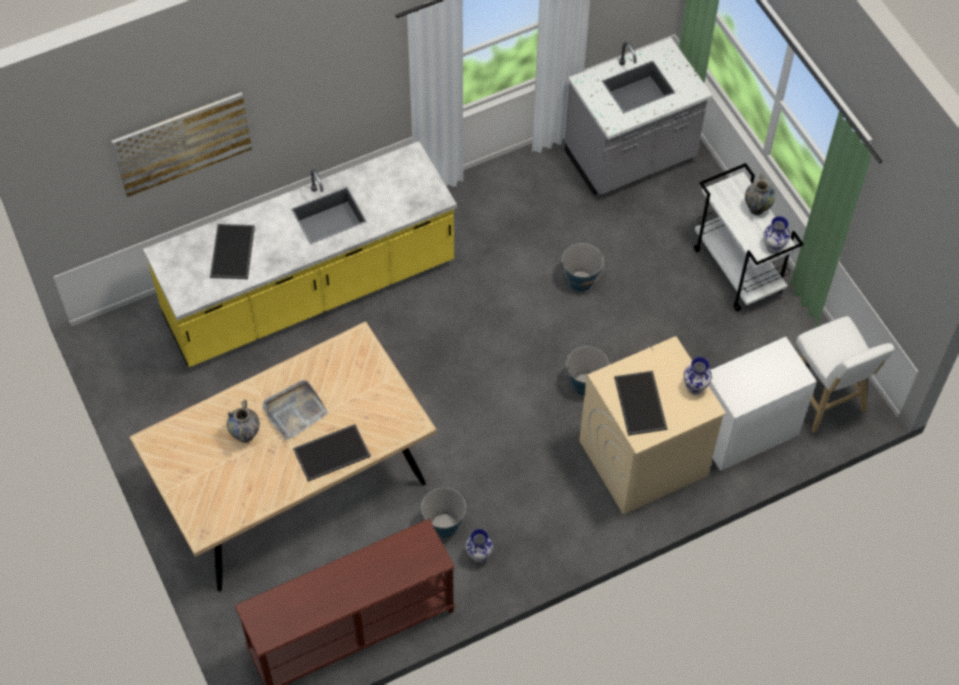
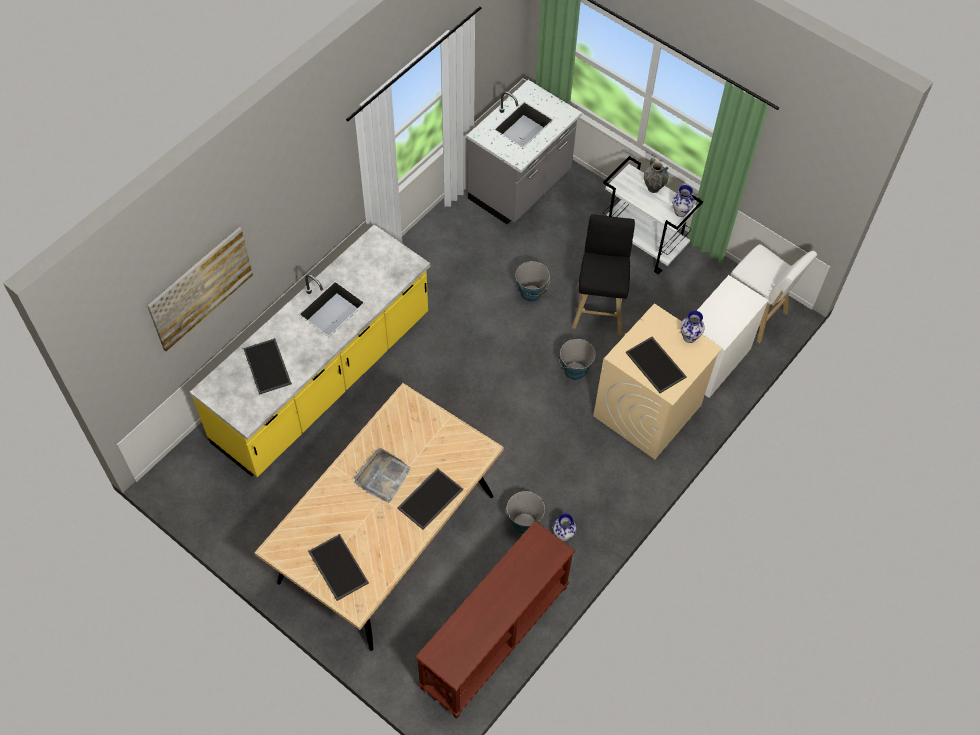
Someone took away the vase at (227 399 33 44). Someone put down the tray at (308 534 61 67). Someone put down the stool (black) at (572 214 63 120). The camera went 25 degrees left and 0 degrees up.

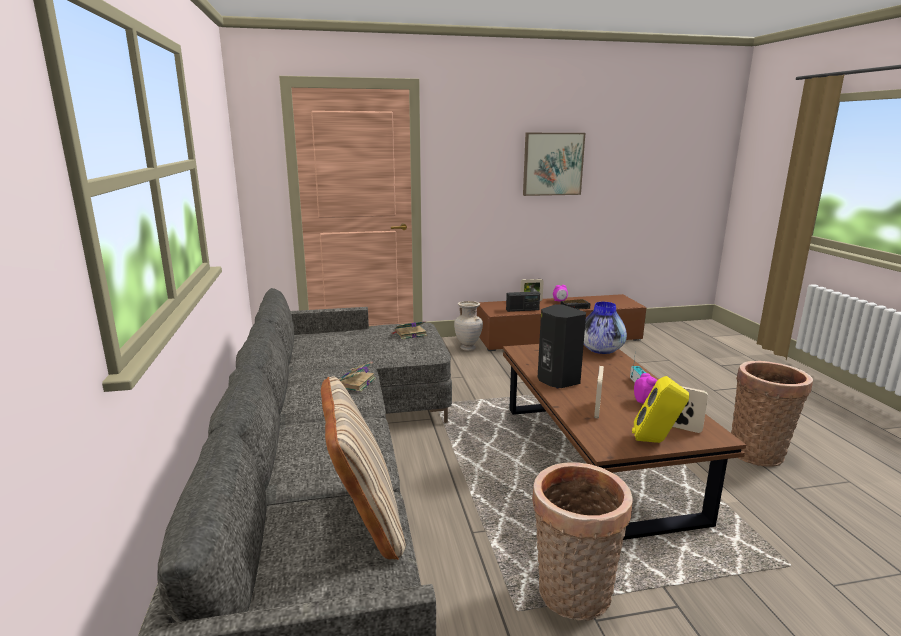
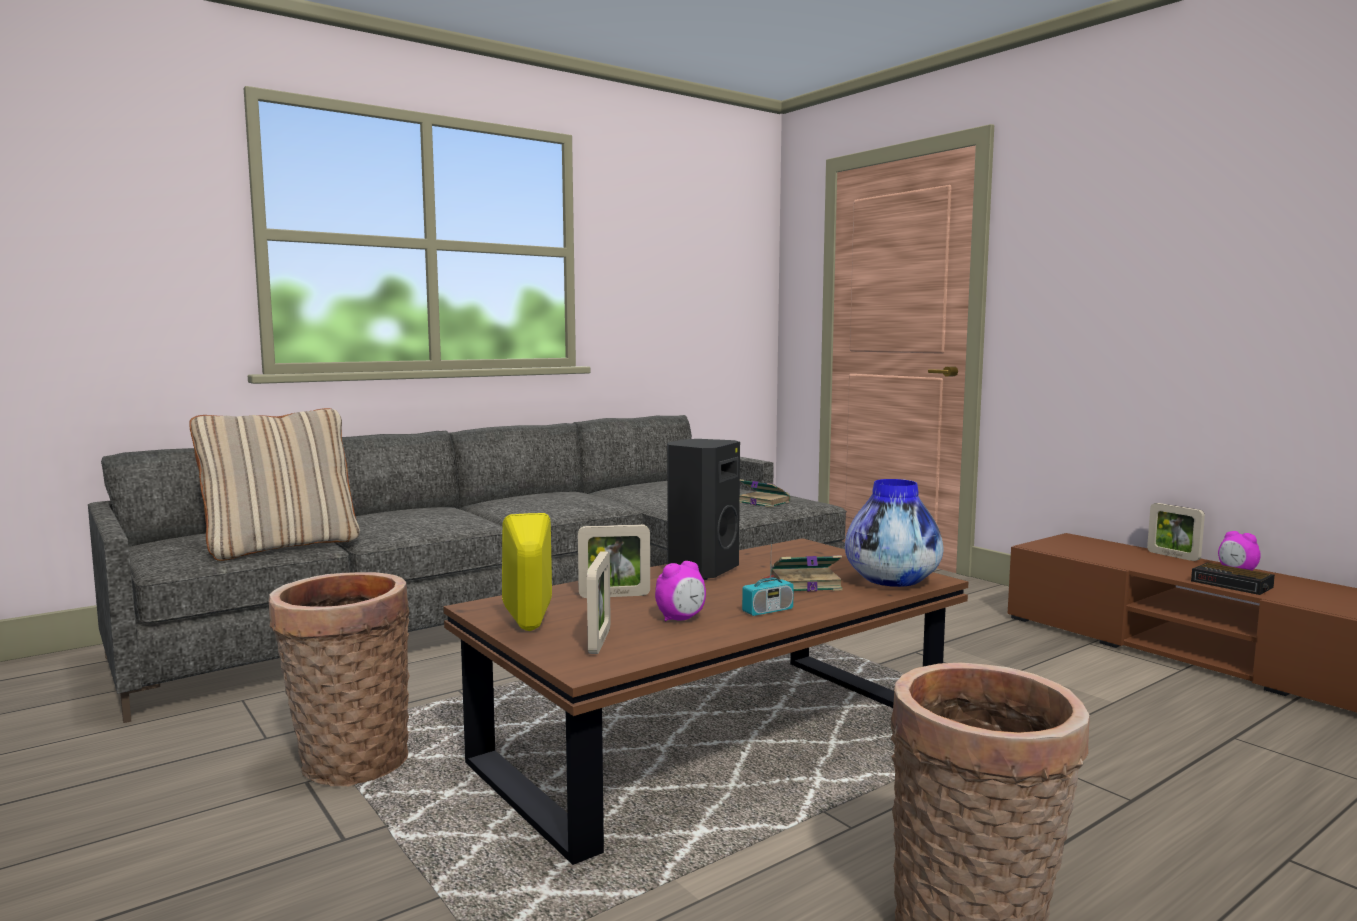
Someone took away the vase (beige) at (454 301 29 50). Someone took away the radio at (506 291 34 21). Someone took away the picture at (523 133 62 63). Someone carried the book from (339 361 37 31) to (761 555 82 36). The camera went 65 degrees right and 10 degrees down.

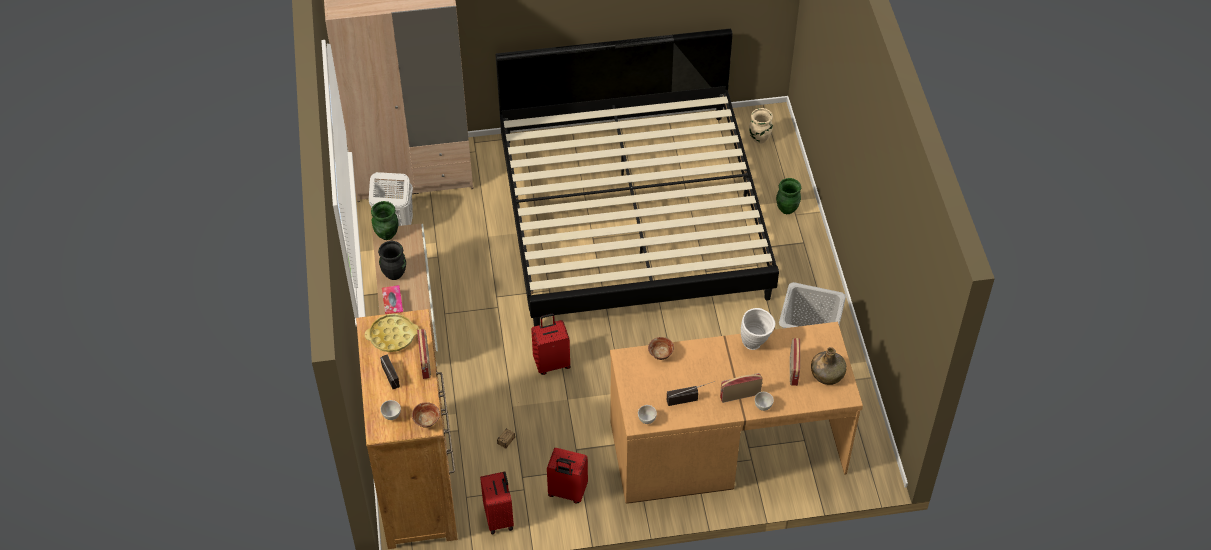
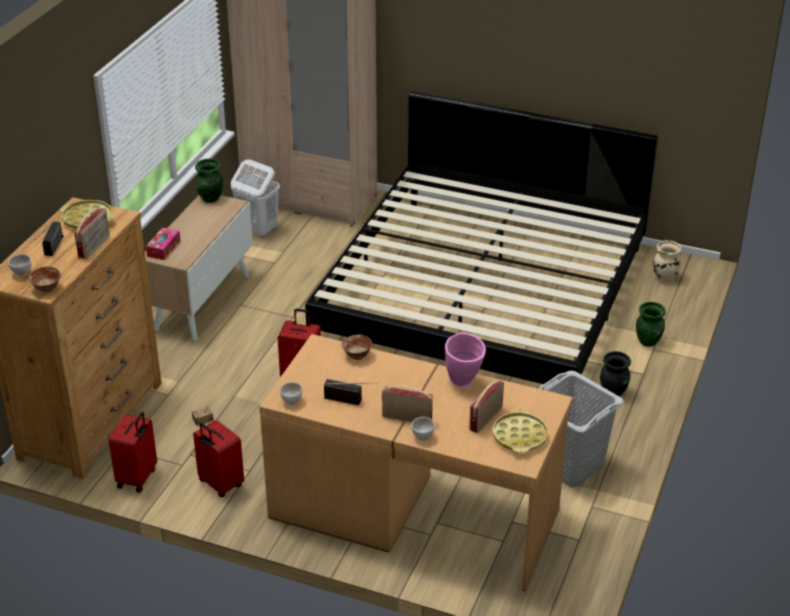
Someone carried the vase (black) from (378 241 28 39) to (600 351 31 46). Someone swapped the bottle (green) at (811 347 36 38) for the tray (yellow) at (493 409 55 44). Someone repainted the vase (white) at (741 308 34 42), which became the vase (pink) at (445 333 41 54). The camera went 30 degrees right and 15 degrees down.

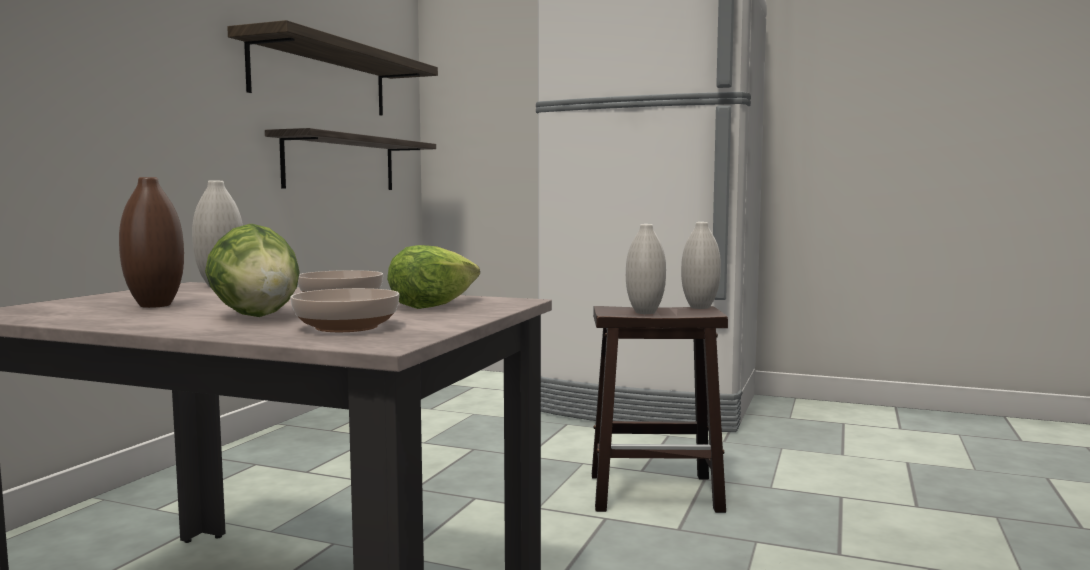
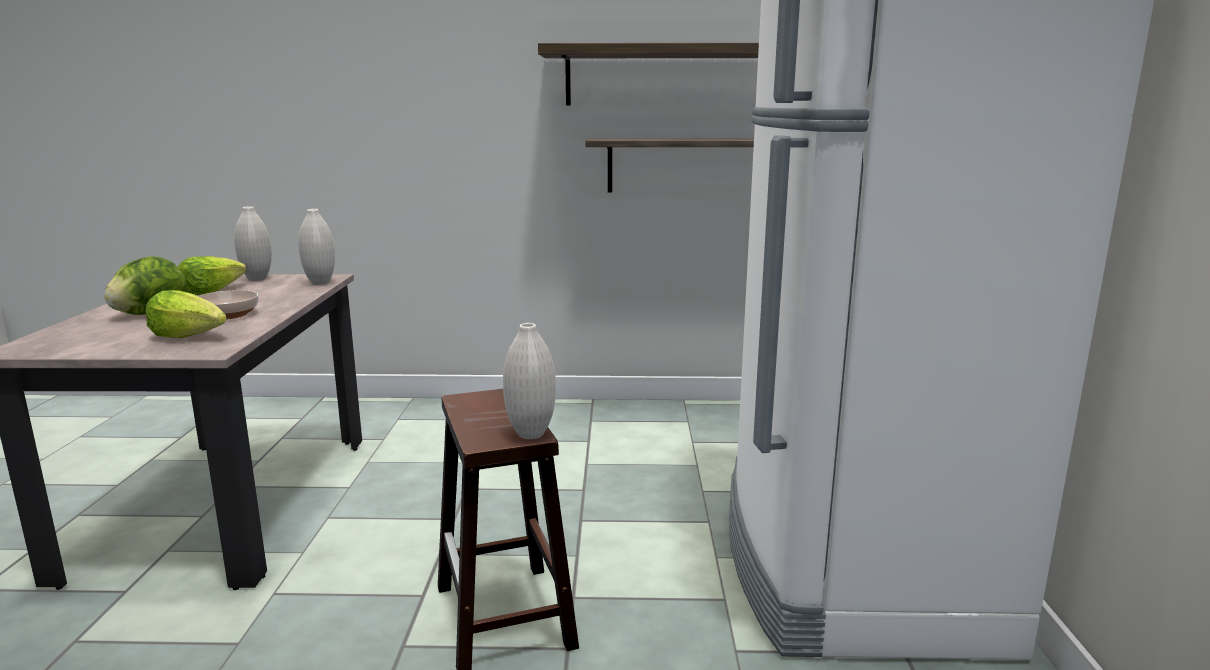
Someone took away the bowl at (290 288 110 44). Someone carried the vase (white) from (626 224 40 90) to (234 206 38 75). Someone swapped the vase (brown) at (119 177 65 131) for the lettuce at (178 256 68 39). The camera went 70 degrees right and 10 degrees up.

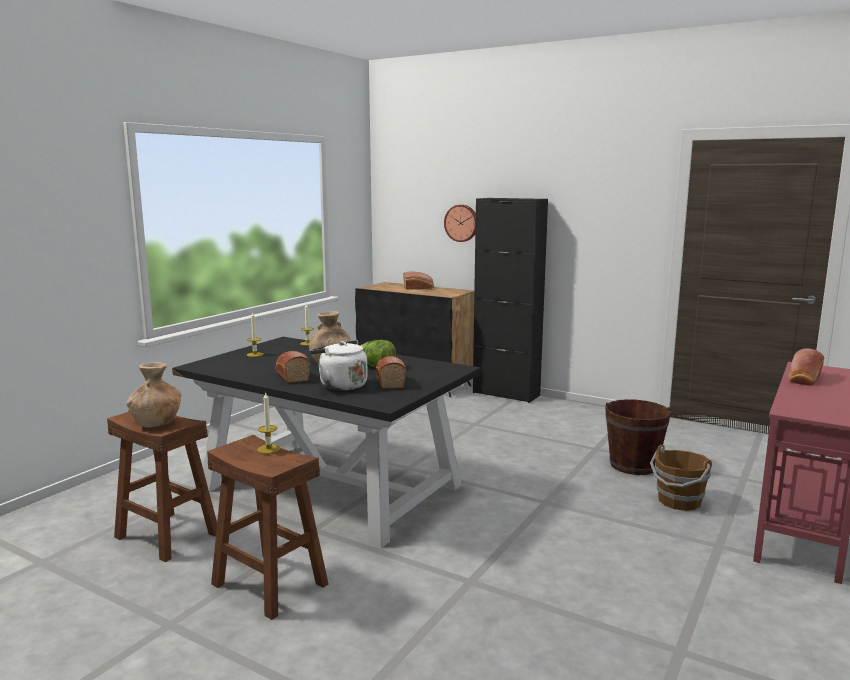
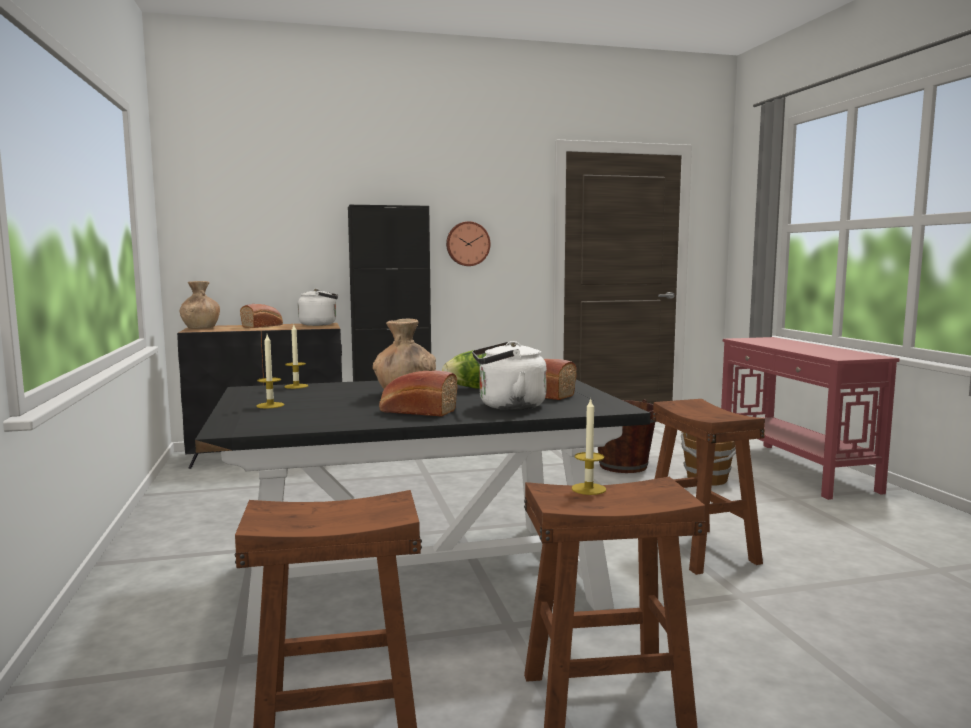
Someone took away the bread at (788 348 36 38). Someone put down the kettle (white) at (298 288 40 38). Someone put down the stool (brown) at (653 399 112 176). Someone carried the vase (brown) from (126 362 56 66) to (179 281 41 48). Someone carried the wall clock from (444 205 32 37) to (446 221 44 45). The camera went 45 degrees left and 5 degrees down.

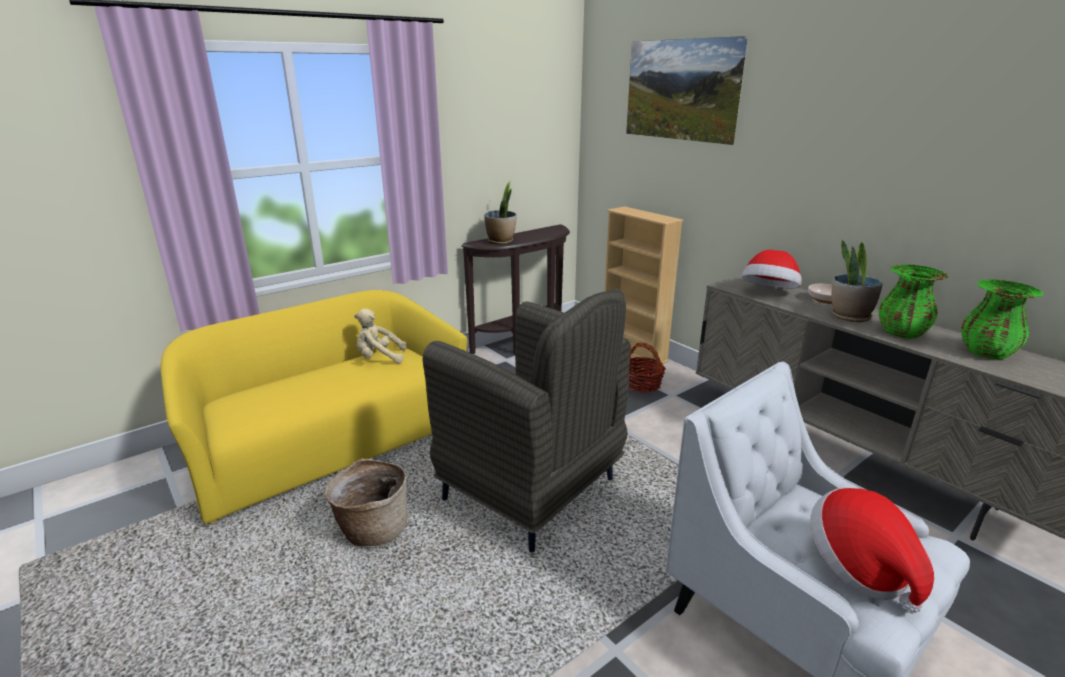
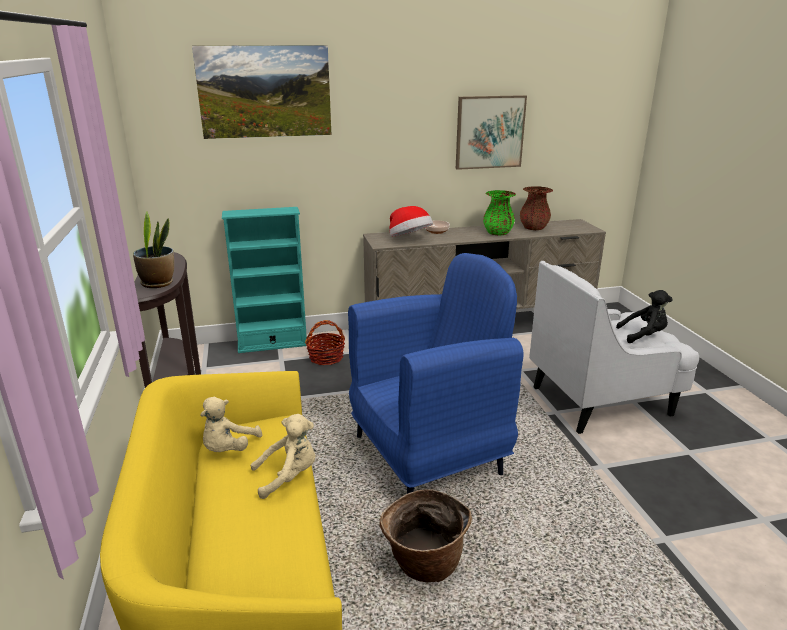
Someone took away the potted plant at (832 240 51 82). Someone put down the plush toy (beige) at (250 414 66 85). Someone put up the picture at (456 95 71 75). Someone swapped the hat at (810 488 124 126) for the plush toy (black) at (616 290 57 53). Someone repainted the armchair (grey) at (423 289 208 263), which became the armchair (blue) at (348 253 176 241). Someone repainted the bookcase (beige) at (605 206 78 162), which became the bookcase (turquoise) at (222 207 85 146). Someone repainted the vase (green) at (961 279 83 81), which became the vase (brown) at (520 186 33 44). The camera went 65 degrees left and 0 degrees up.

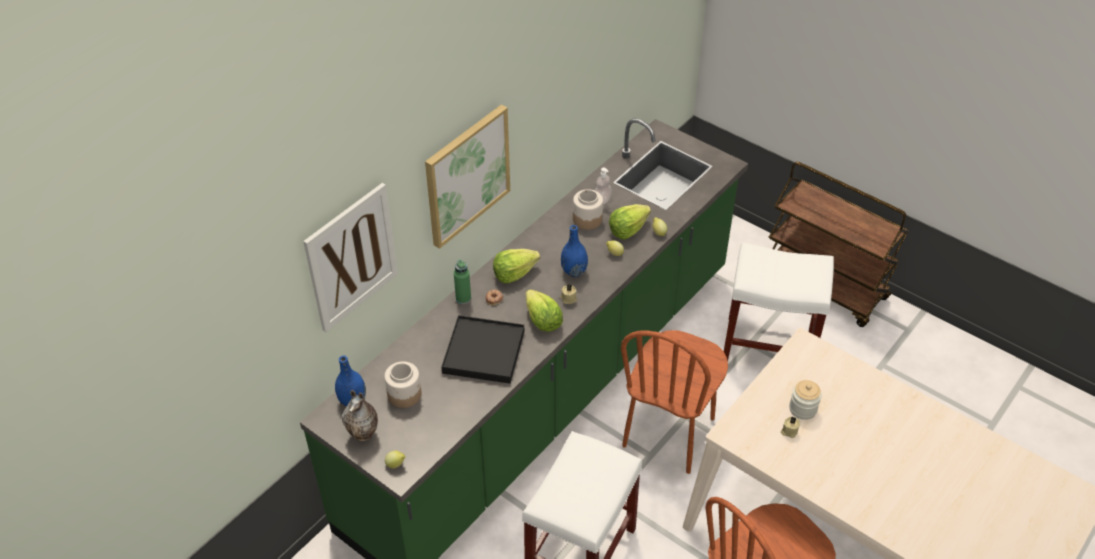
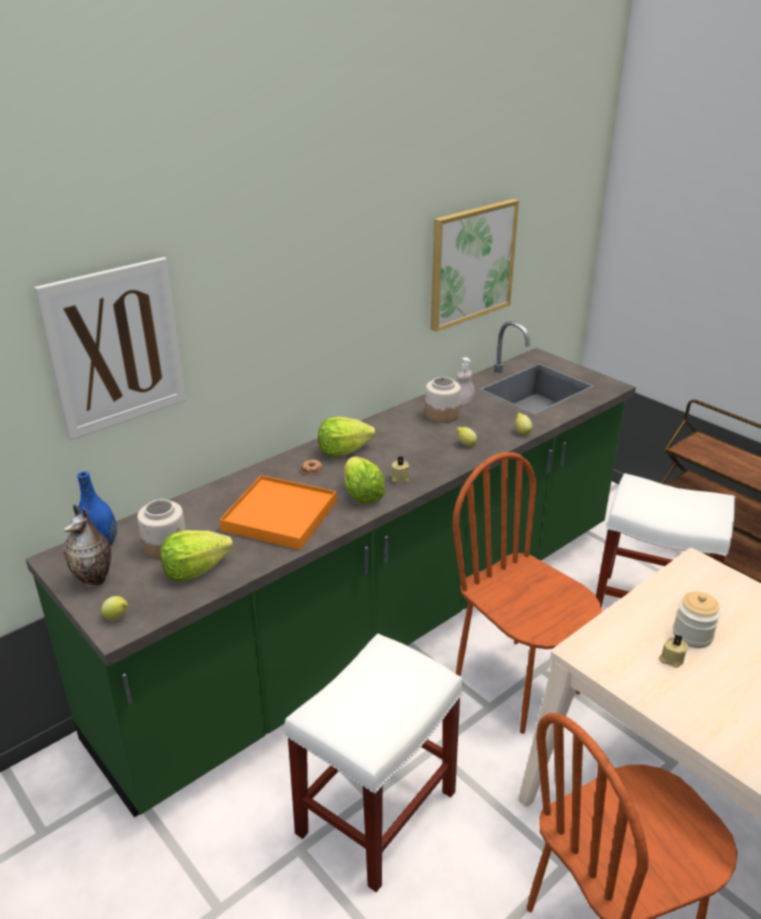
Someone took away the bottle (green) at (454 260 17 44). Someone took away the vase (blue) at (561 225 27 52). Someone carried the picture from (425 105 85 144) to (430 199 89 133). Someone carried the lettuce from (609 204 42 36) to (160 530 73 51). Someone repainted the tray (black) at (441 315 83 69), which became the tray (orange) at (219 475 118 75). Someone rotated the chair (brown) at (621 330 107 144) by 105 degrees clockwise. The camera went 10 degrees right and 15 degrees down.

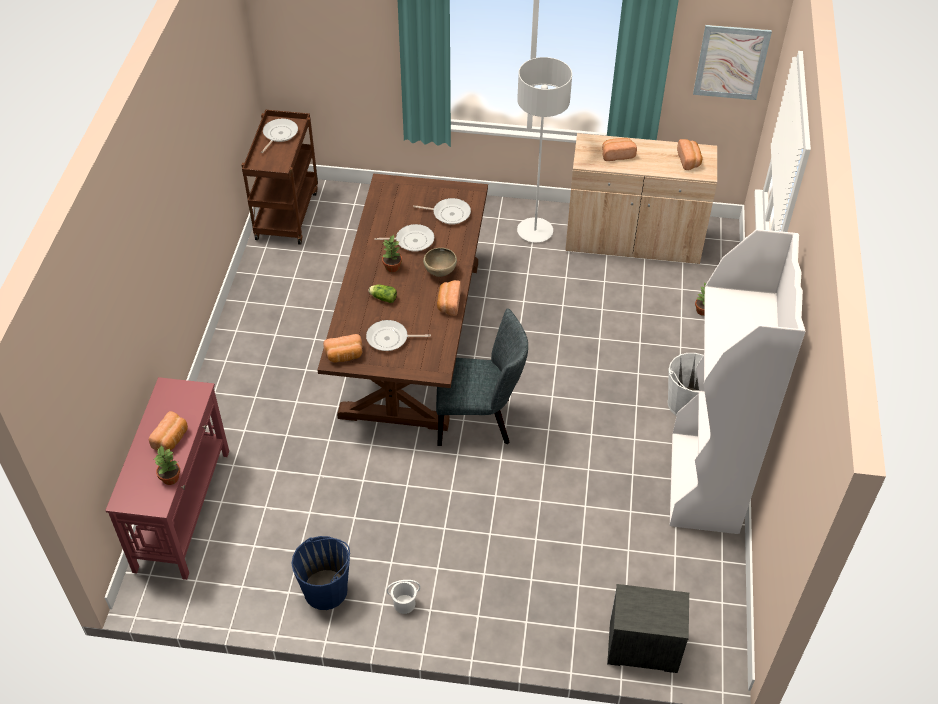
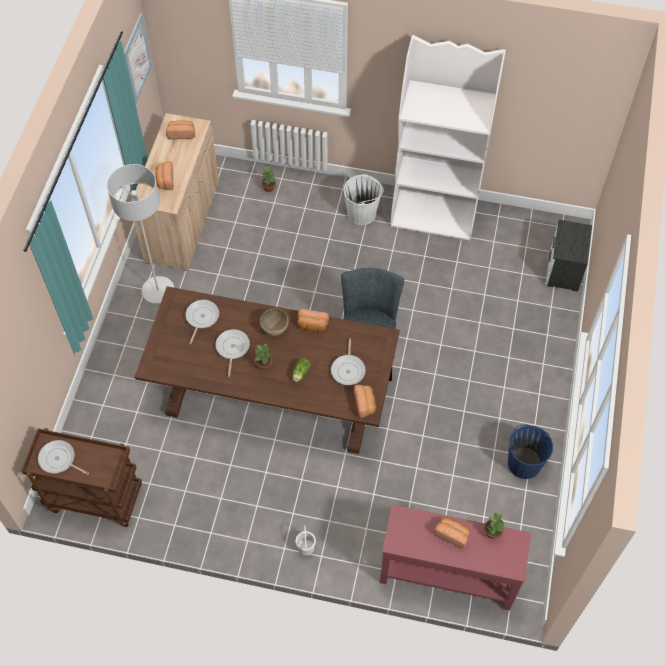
Someone carried the bucket (white) from (387 580 33 34) to (295 525 21 31). The camera went 85 degrees left and 10 degrees up.

